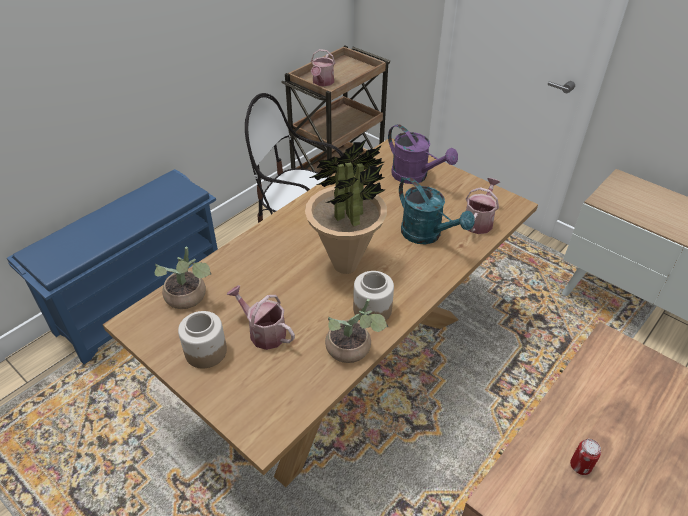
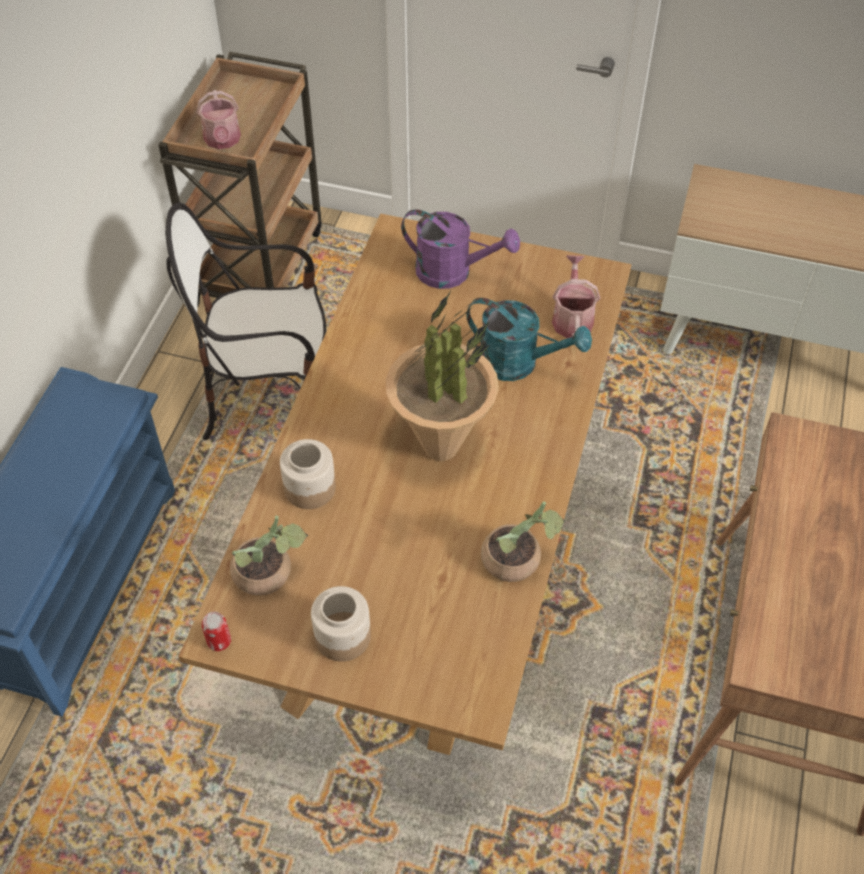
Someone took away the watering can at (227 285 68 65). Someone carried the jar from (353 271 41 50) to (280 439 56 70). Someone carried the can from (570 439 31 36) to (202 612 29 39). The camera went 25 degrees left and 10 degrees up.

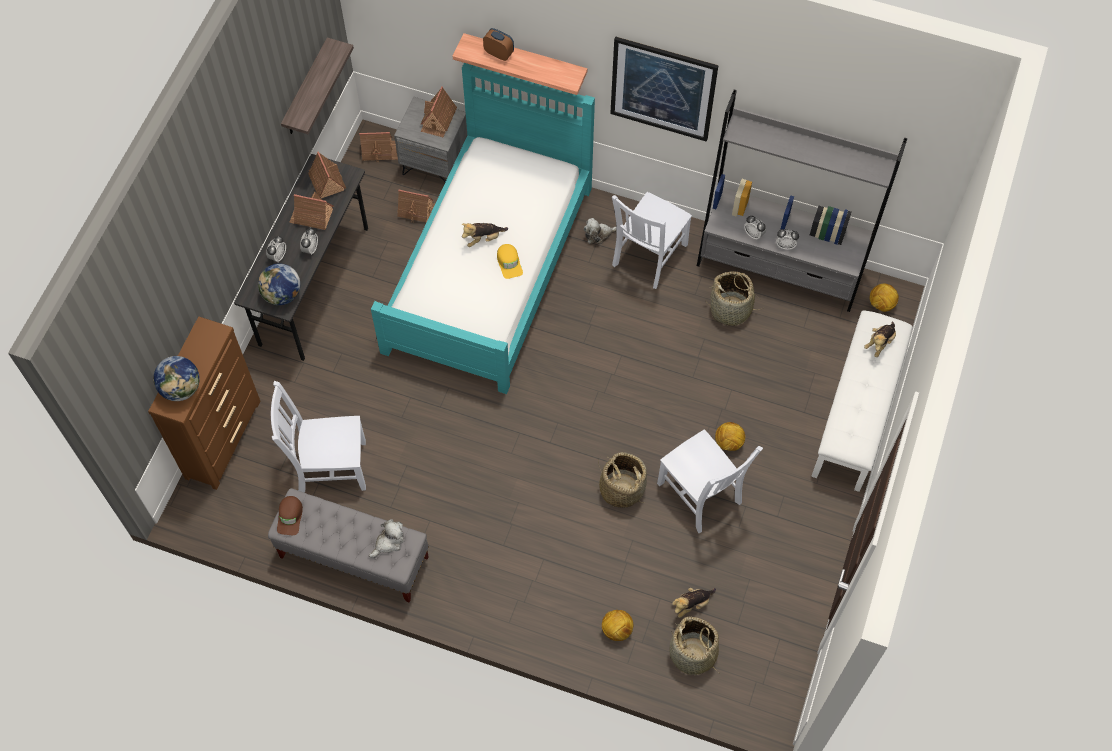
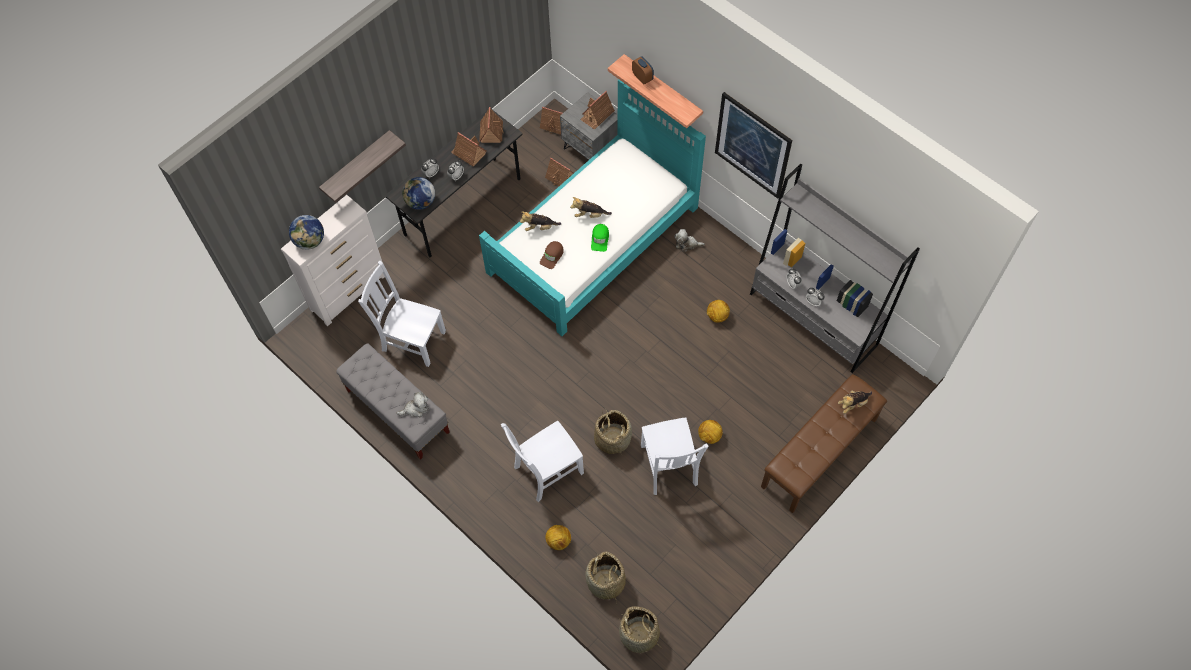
Someone carried the cap (brown) from (277 496 26 39) to (540 241 24 28). Someone carried the shelf from (281 37 73 97) to (319 130 87 73). Someone carried the chair (white) from (612 192 80 97) to (501 421 83 81). Someone carried the plush toy from (672 588 44 30) to (520 211 41 20). Someone carried the basket from (705 271 56 55) to (619 606 44 47). Someone carried the football from (870 284 29 28) to (707 300 23 23). Someone repainted the dresser (brown) at (148 316 113 174), which became the dresser (white) at (281 195 104 131). Someone repainted the cap (yellow) at (497 244 26 35), which became the cap (green) at (591 224 18 28). Someone repainted the bench (white) at (811 310 102 182), which became the bench (brown) at (761 374 126 139). The camera went 25 degrees right and 0 degrees up.

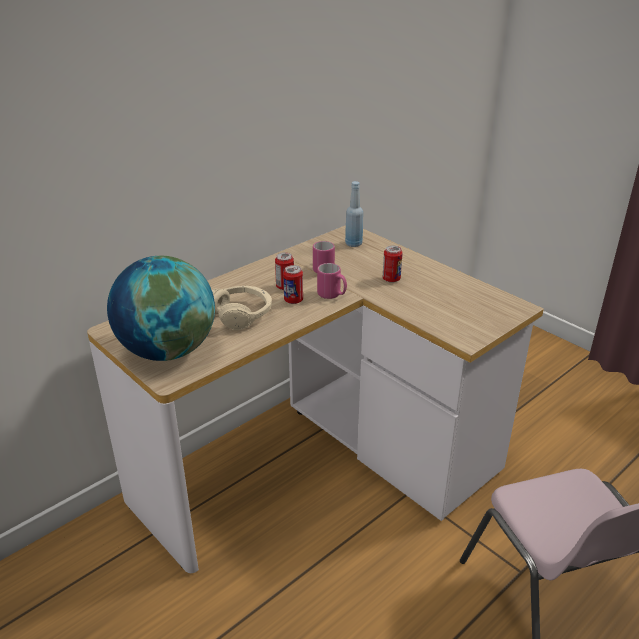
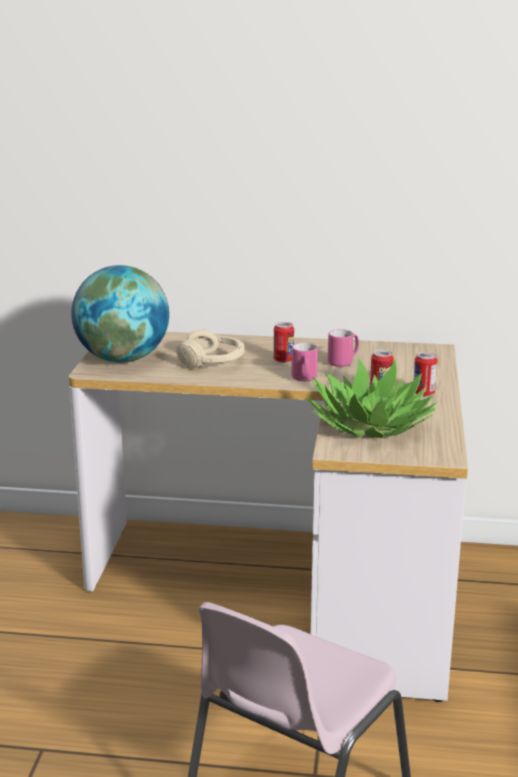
Someone took away the bottle (blue) at (345 181 18 66). Someone put down the potted plant at (305 358 134 80). Someone carried the can from (283 265 20 39) to (414 352 23 44). The camera went 50 degrees right and 10 degrees down.

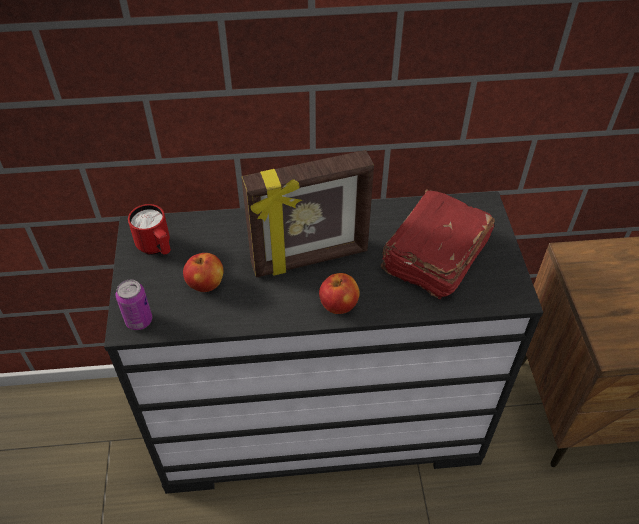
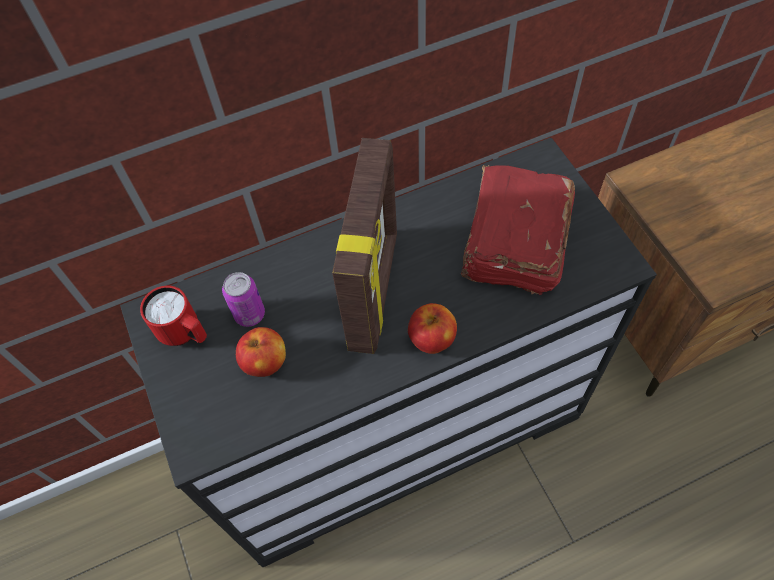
Someone carried the can from (116 280 36 50) to (222 272 43 55). Someone rotated the picture frame at (241 150 133 127) by 45 degrees counterclockwise. The camera went 15 degrees left and 10 degrees up.

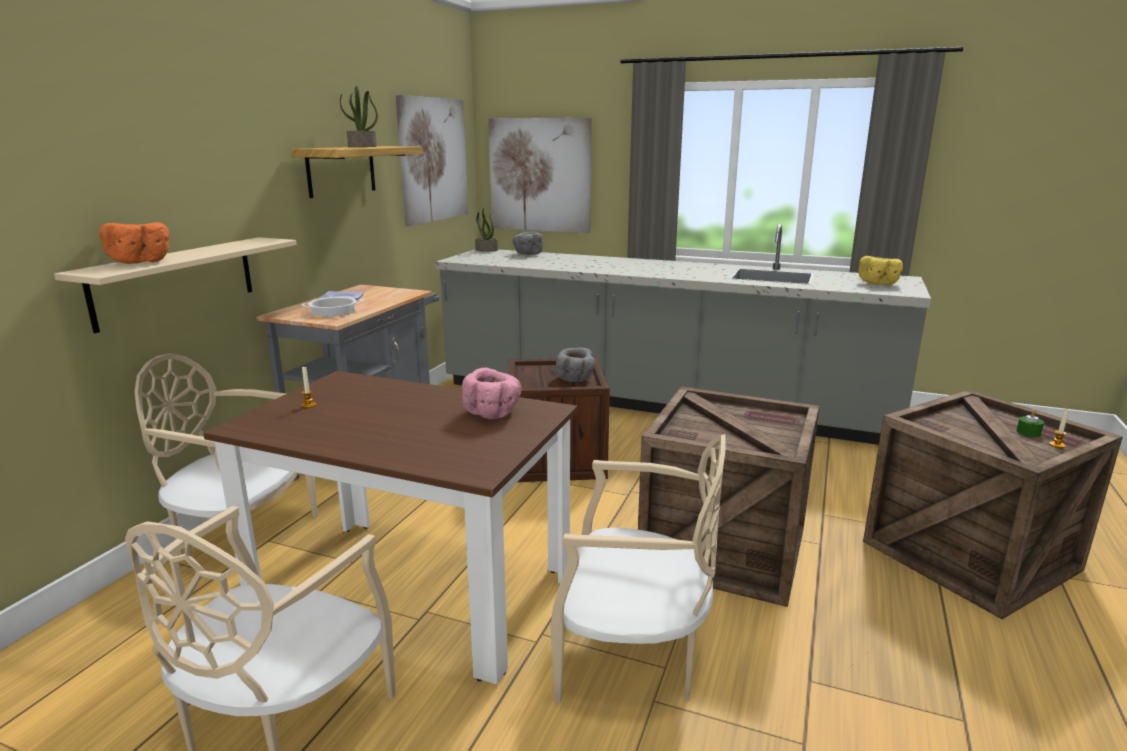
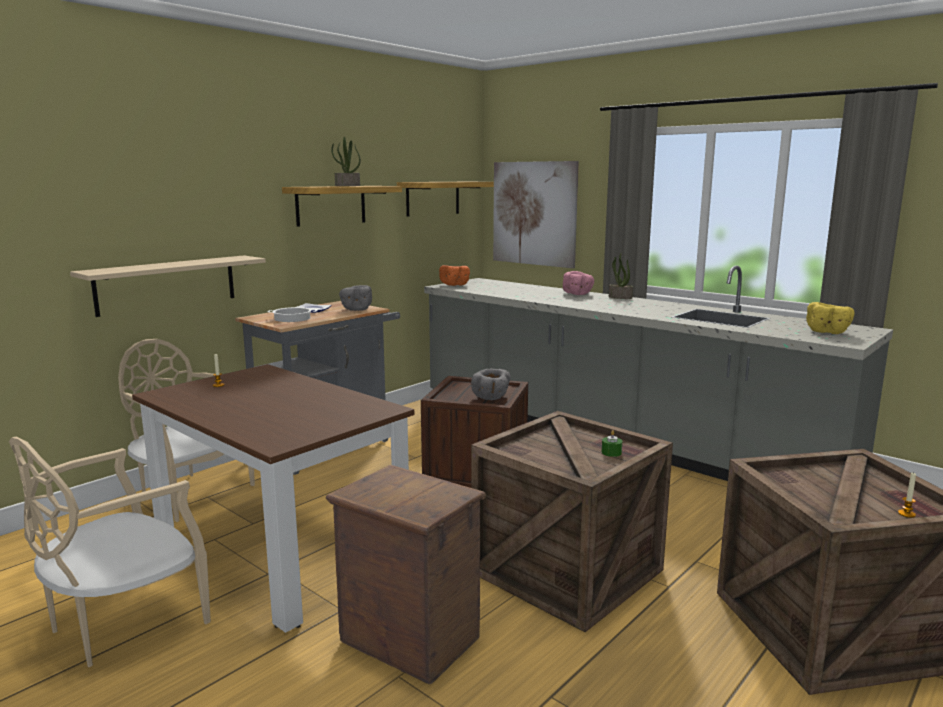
Someone carried the bowl (orange) from (99 222 70 42) to (439 265 31 21). Someone carried the bowl (pink) from (462 368 60 51) to (563 271 31 24). Someone carried the potted plant from (475 208 23 44) to (609 253 24 46). Someone carried the bowl (grey) from (513 232 30 23) to (339 285 33 26). Someone carried the candle (green) from (1016 410 28 27) to (602 430 20 27). Someone swapped the picture at (396 95 72 132) for the shelf at (397 182 97 35). Someone swapped the chair (beige) at (550 434 176 269) for the crate at (326 465 160 219). The camera went 20 degrees right and 5 degrees down.

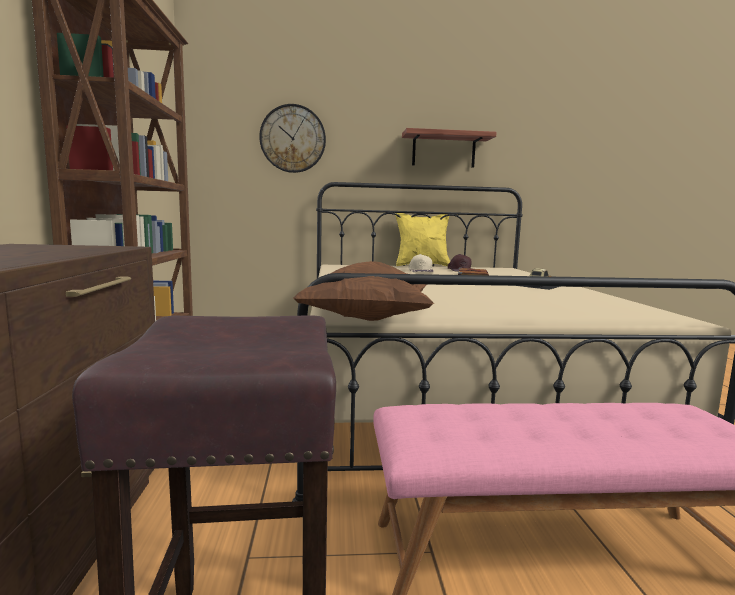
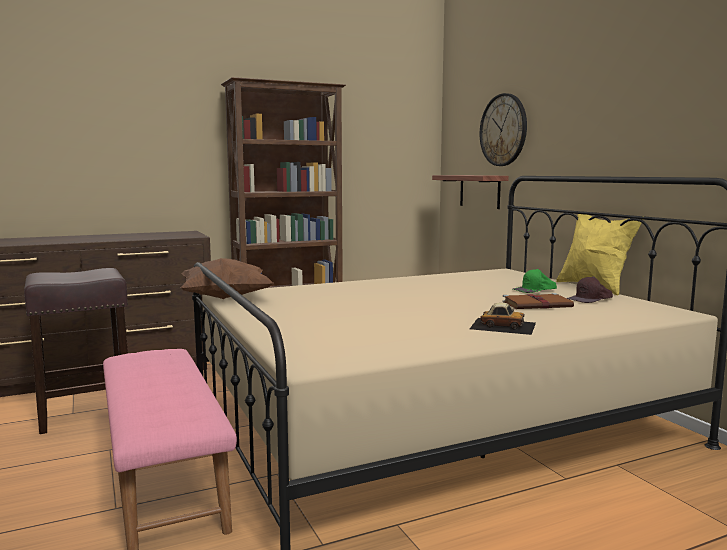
Someone carried the shelf from (402 128 95 40) to (432 175 77 34). Someone repainted the cap (beige) at (408 254 26 18), which became the cap (green) at (513 269 44 24). The camera went 70 degrees right and 0 degrees up.

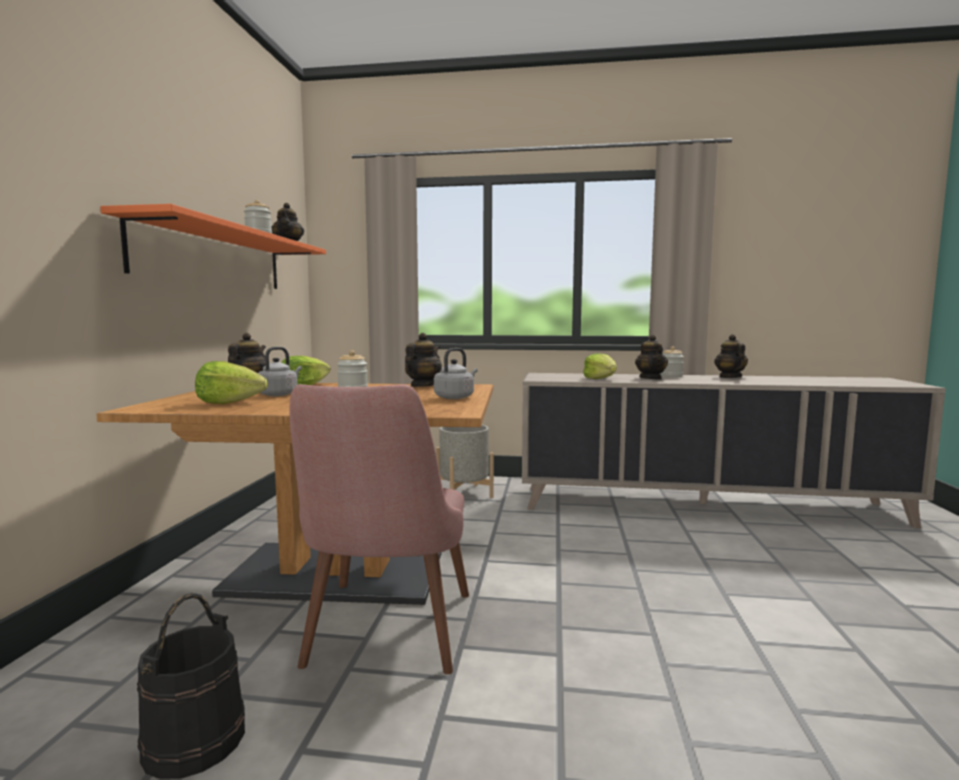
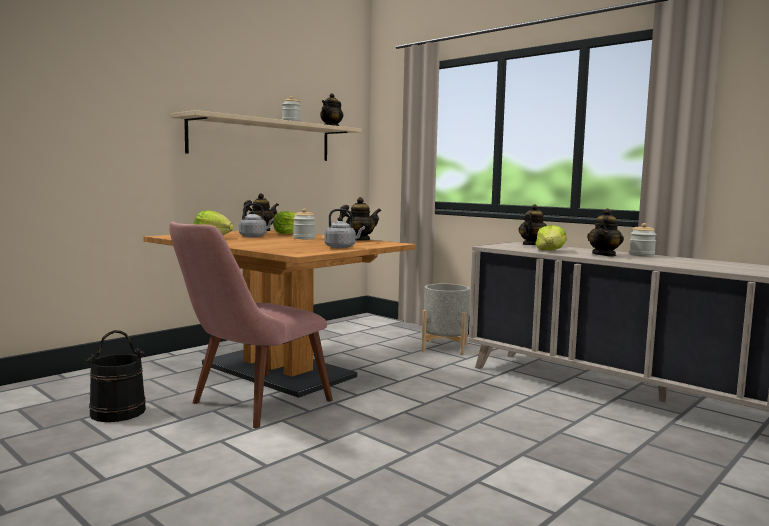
Someone carried the teapot from (714 334 34 44) to (519 204 28 41). Someone repainted the shelf (orange) at (100 204 226 85), which became the shelf (beige) at (171 110 191 51). The camera went 35 degrees right and 0 degrees up.

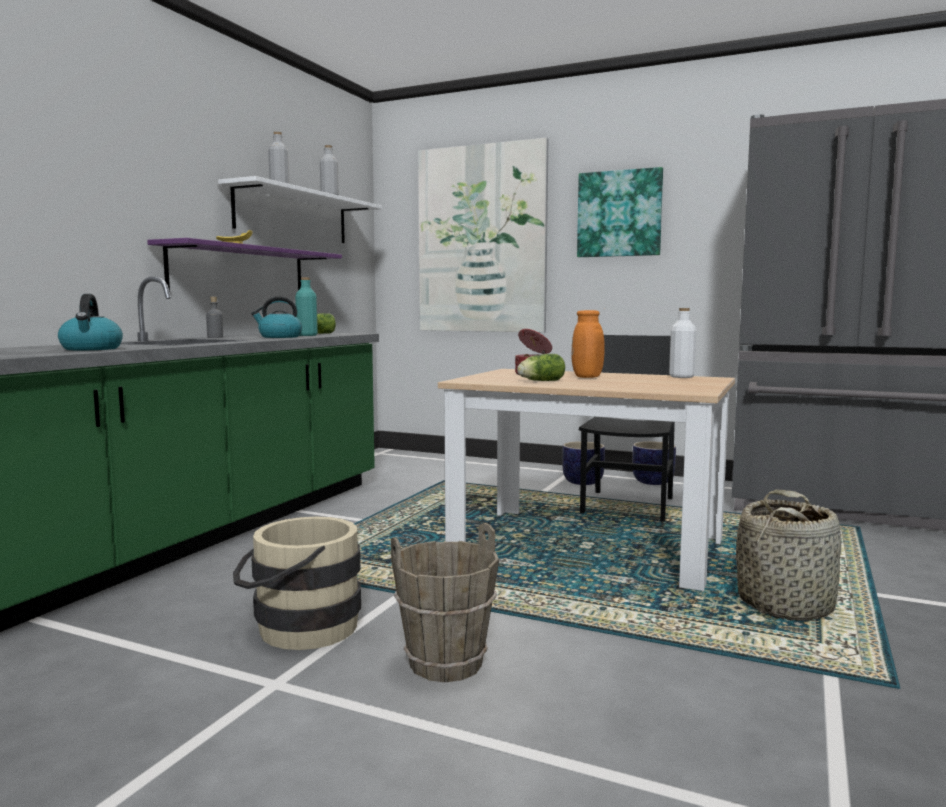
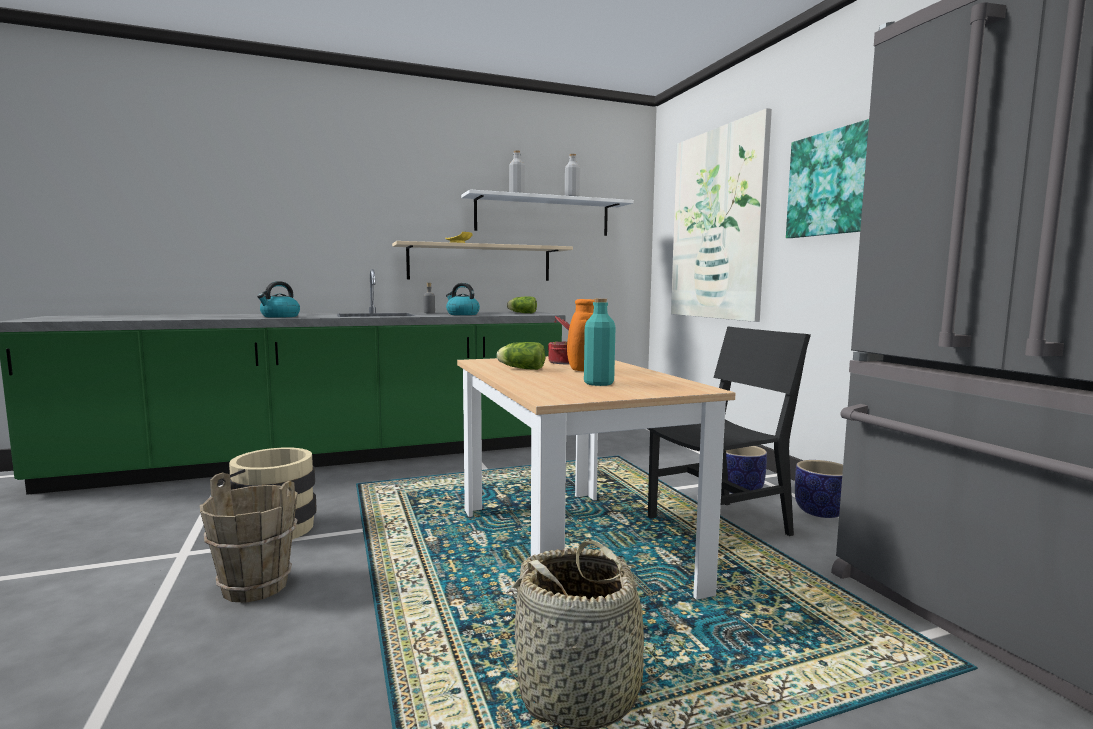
Someone took away the bottle (white) at (669 308 27 70). Someone carried the bottle (turquoise) from (295 277 23 59) to (584 298 31 88). Someone repainted the shelf (purple) at (147 238 195 54), which became the shelf (beige) at (392 241 181 40). The camera went 45 degrees right and 0 degrees up.

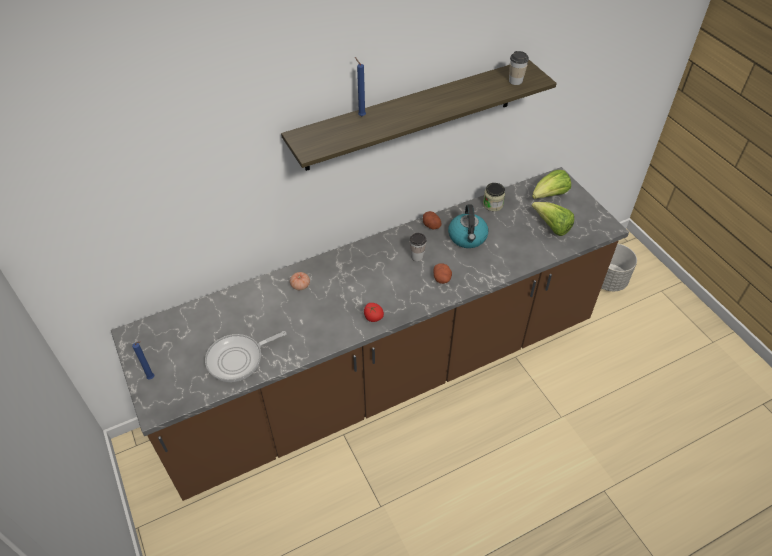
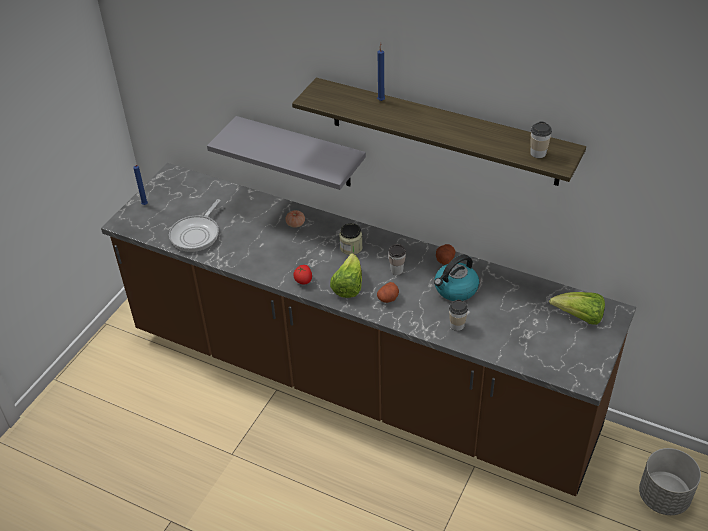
Someone put up the shelf (grey) at (207 116 159 74). Someone put down the cup at (449 300 19 31). Someone carried the jar from (483 183 22 28) to (339 223 24 32). Someone carried the lettuce from (532 202 42 34) to (330 253 32 45). Someone rotated the frying pan at (205 331 82 51) by 90 degrees counterclockwise. The camera went 55 degrees right and 5 degrees down.

